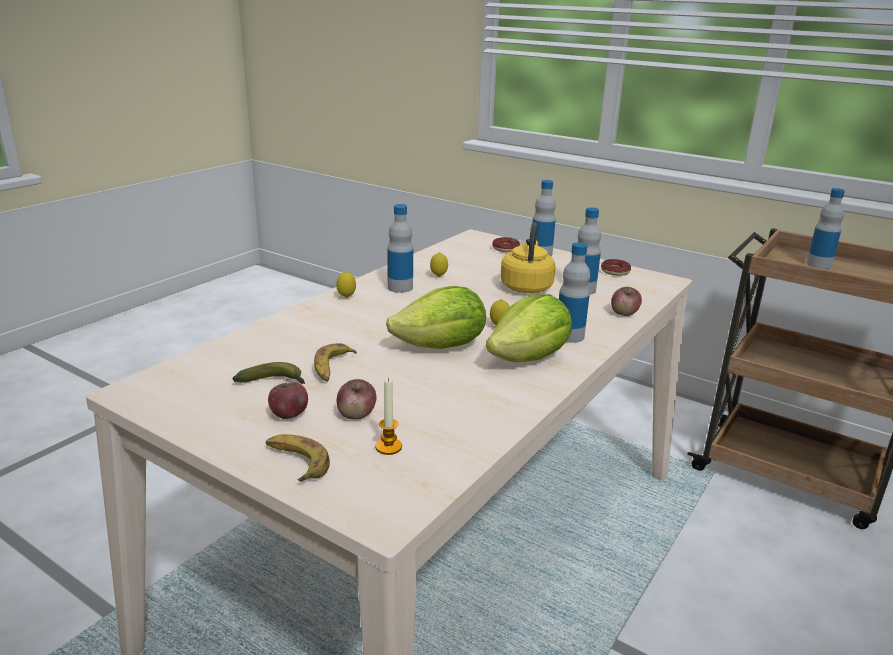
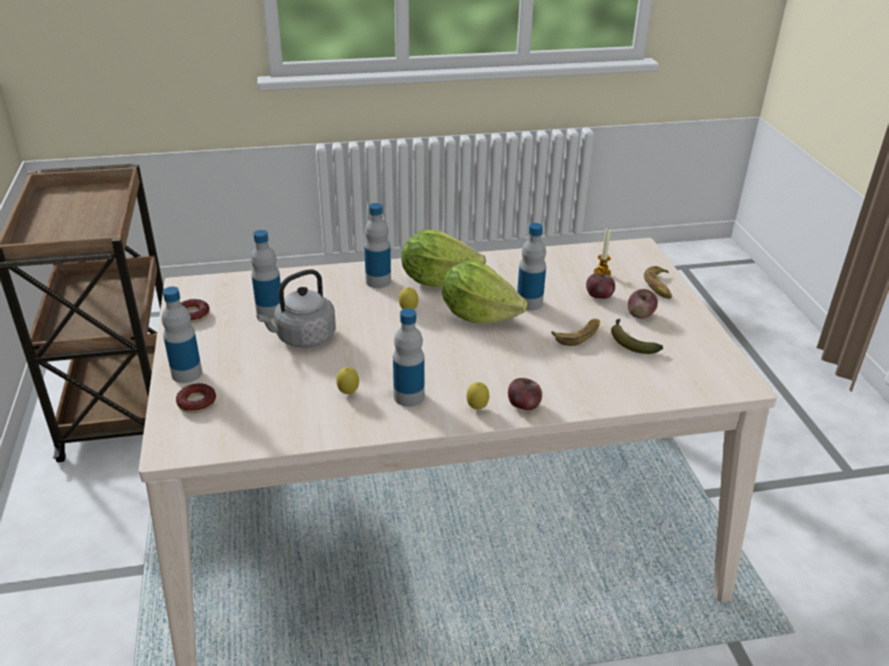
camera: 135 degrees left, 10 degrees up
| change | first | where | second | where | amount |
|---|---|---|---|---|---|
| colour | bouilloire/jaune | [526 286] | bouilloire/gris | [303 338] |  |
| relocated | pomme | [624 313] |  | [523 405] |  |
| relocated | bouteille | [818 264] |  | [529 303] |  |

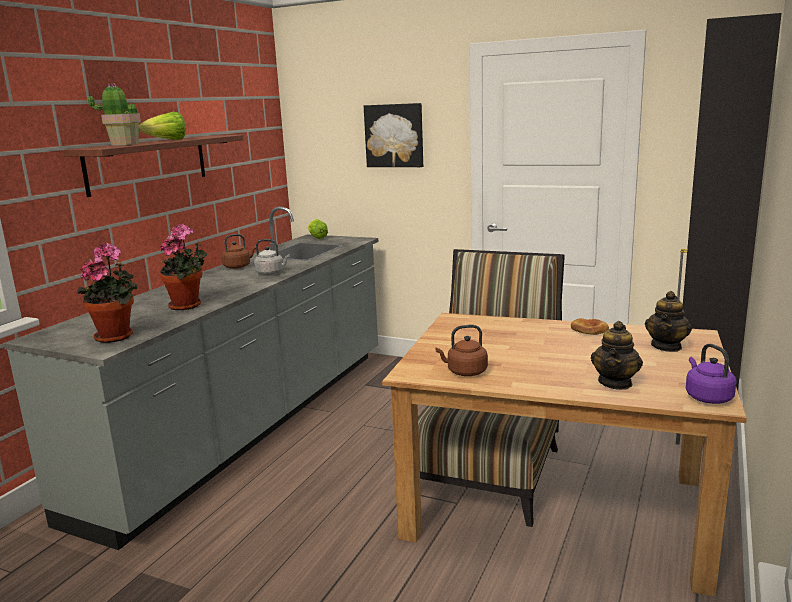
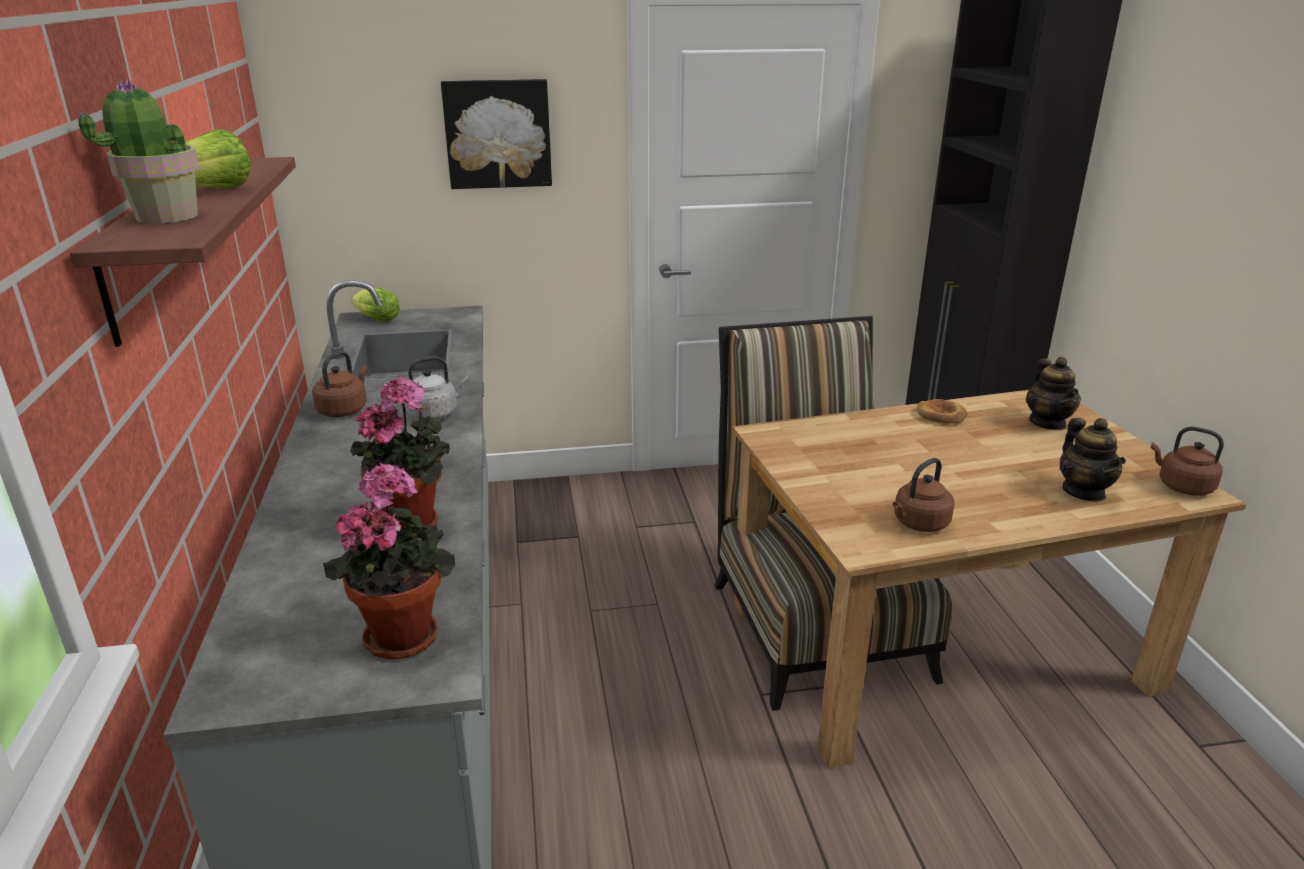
camera: 35 degrees left, 10 degrees up
| change | first | where | second | where | amount |
|---|---|---|---|---|---|
| colour | bouilloire/violet | [707 397] | bouilloire/marron | [1182 486] |  |

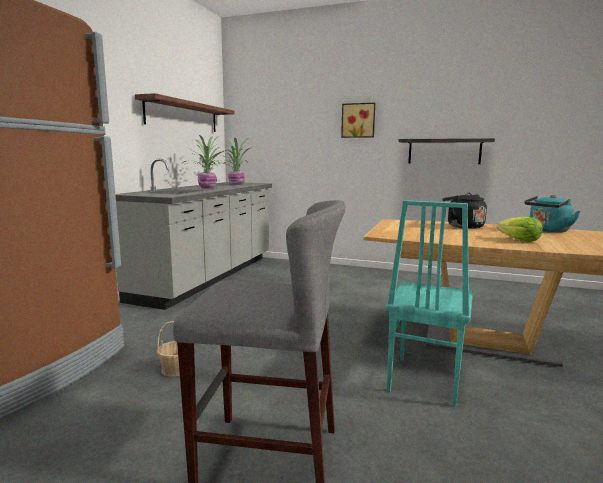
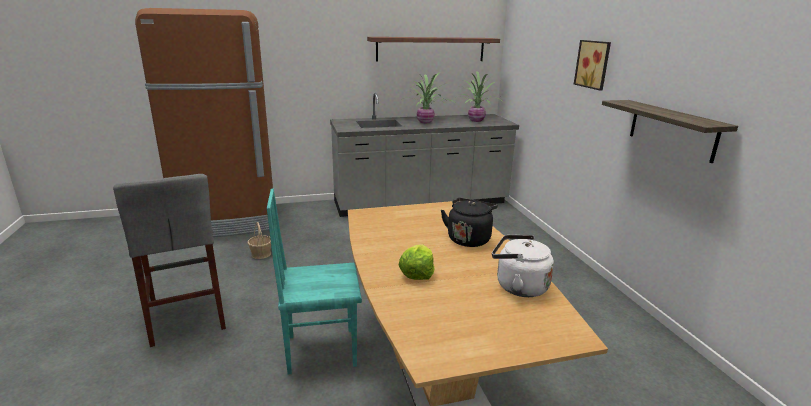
camera: 55 degrees right, 10 degrees up
| change | first | where | second | where | amount |
|---|---|---|---|---|---|
| colour | bouilloire/turquoise | [547 231] | bouilloire/blanc | [518 286] |  |

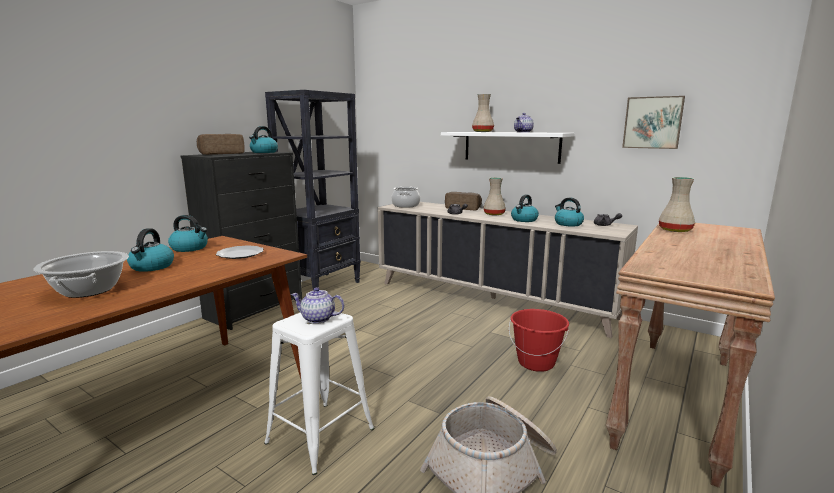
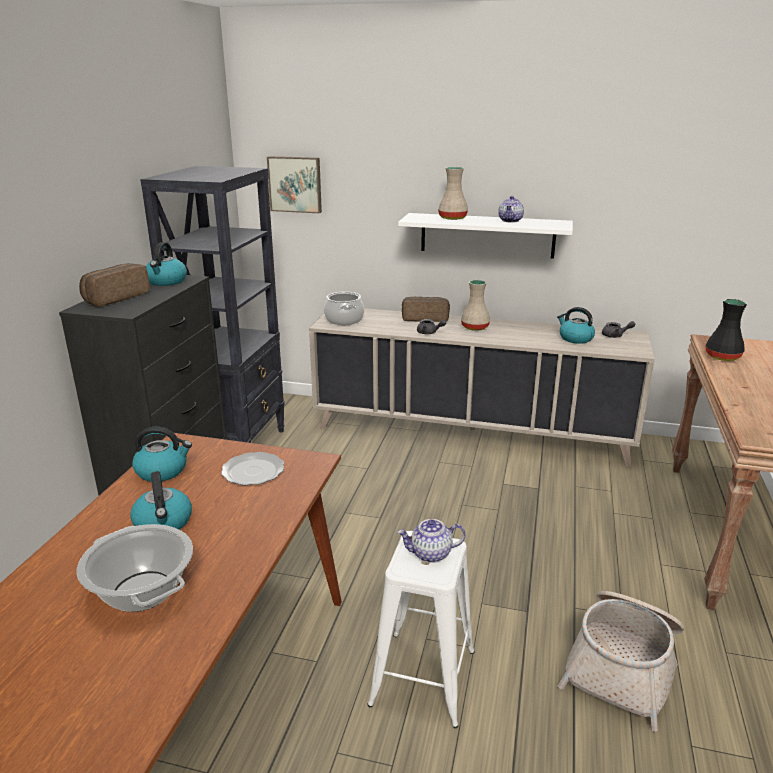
camera: 20 degrees left, 10 degrees up
| change | first | where | second | where | amount |
|---|---|---|---|---|---|
| missing | seau/rouge | [536 363] |  |  |  |
| missing | bouilloire | [524 220] |  |  |  |
| relocated | tableau | [652 122] |  | [295 184] |  |
| colour | vase/beige | [676 230] | vase/noir | [723 357] |  |

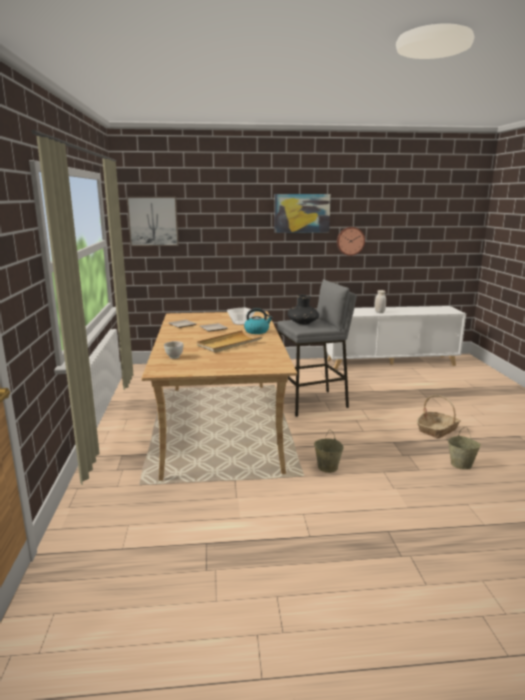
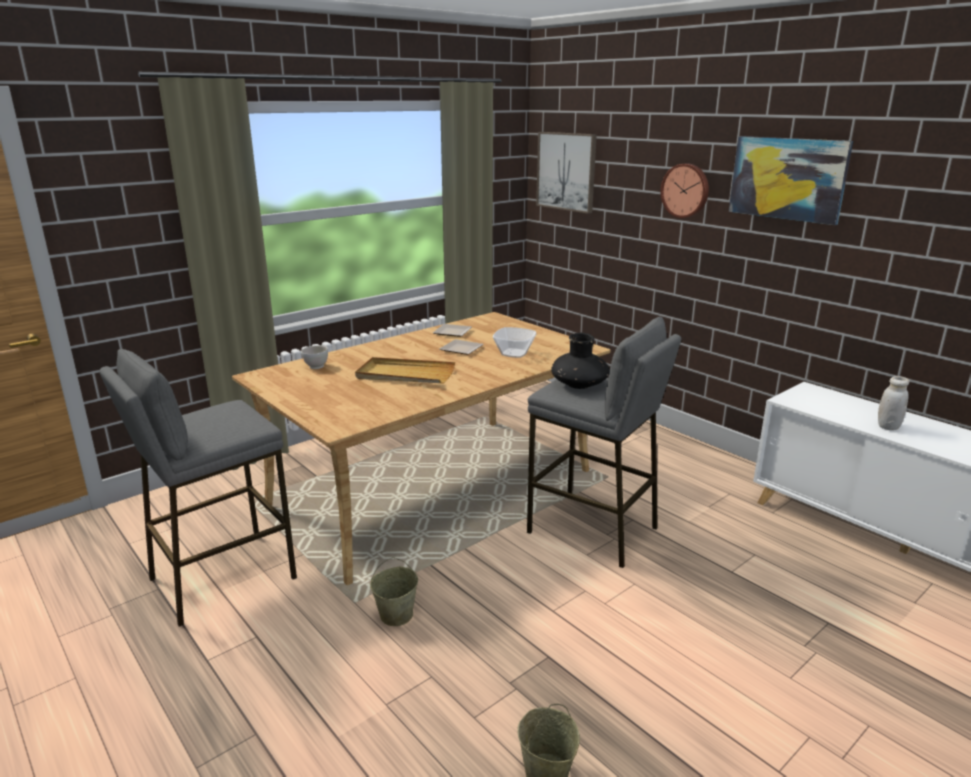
camera: 55 degrees right, 5 degrees up
| change | first | where | second | where | amount |
|---|---|---|---|---|---|
| missing | bouilloire | [257 331] |  |  |  |
| relocated | horloge murale | [350 241] |  | [685 190] |  |
| missing | panier | [437 430] |  |  |  |
| appeared |  |  | tabouret/gris | [221 577] |  |

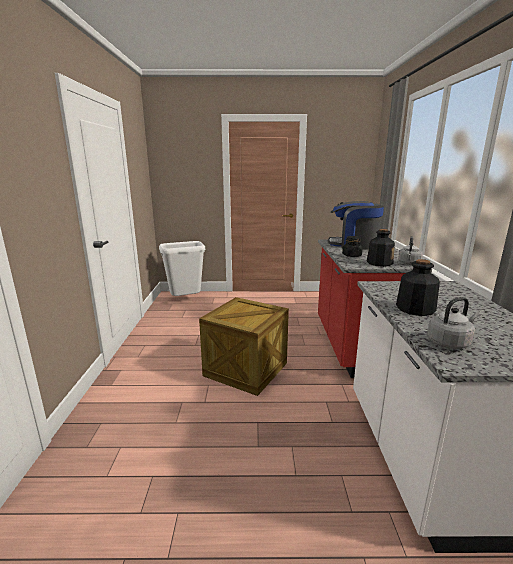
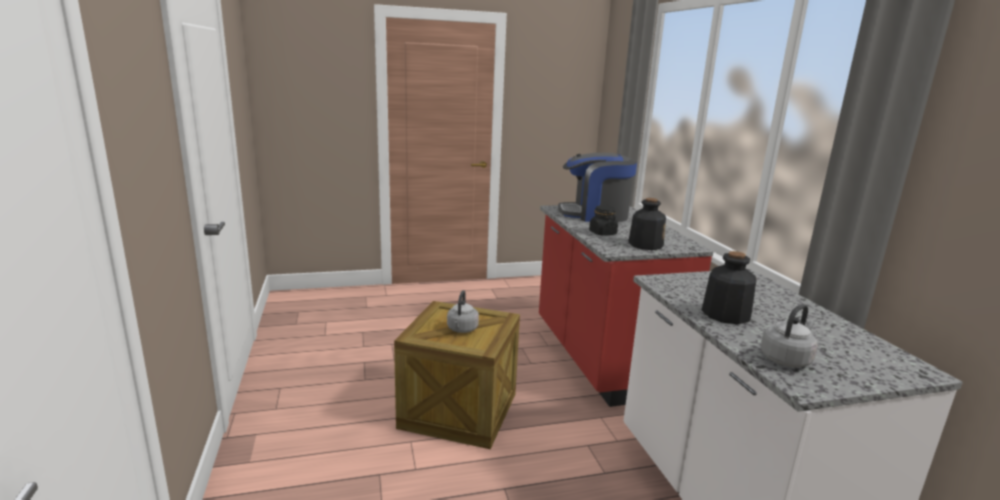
camera: 15 degrees left, 0 degrees up
| change | first | where | second | where | amount |
|---|---|---|---|---|---|
| missing | poubelle/blanc | [186 300] |  |  |  |
| relocated | bouilloire/gris | [409 264] |  | [462 329] |  |

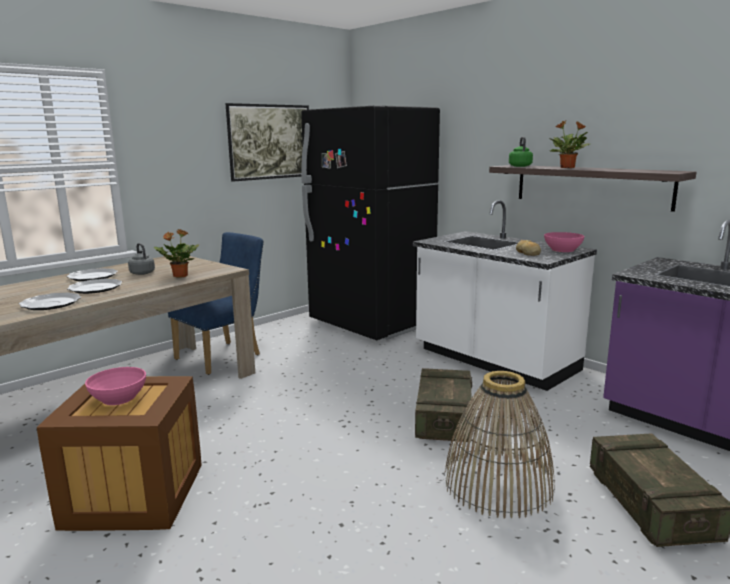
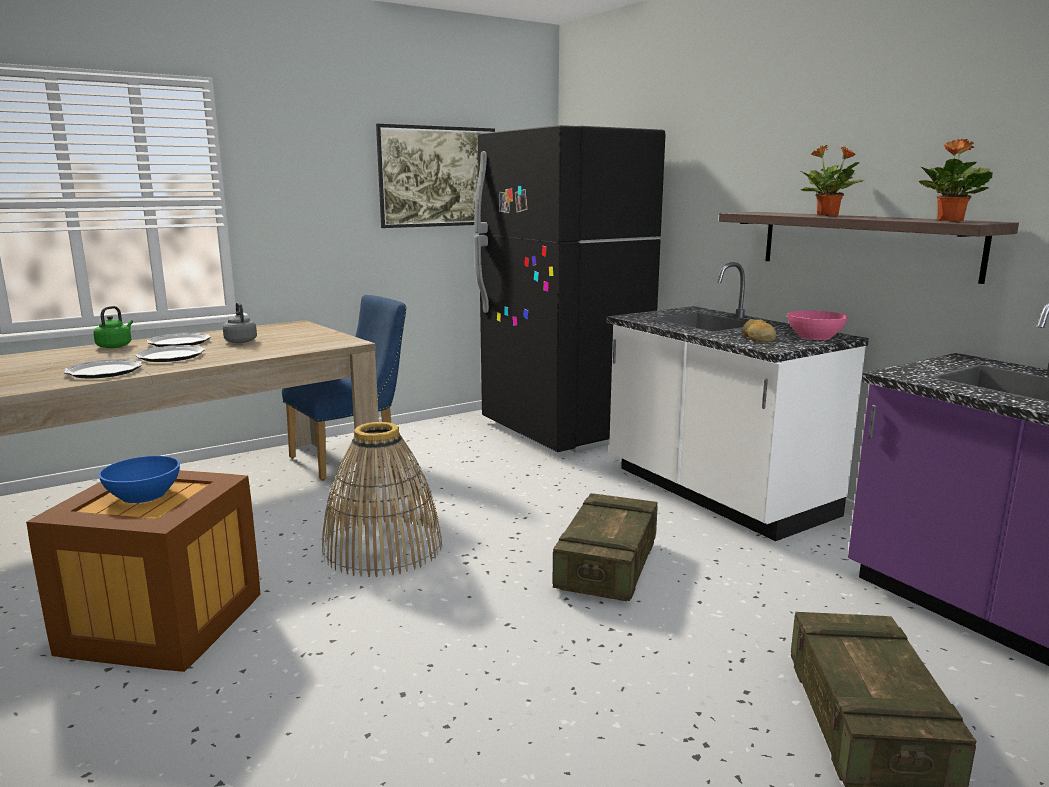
camera: 10 degrees right, 0 degrees up
| change | first | where | second | where | amount |
|---|---|---|---|---|---|
| colour | bol/rose | [118 398] | bol/bleu | [143 495] |  |
| relocated | plante en pot | [179 276] |  | [949 221] |  |
| relocated | panier | [498 484] |  | [382 547] |  |
| relocated | bouilloire/vert | [519 166] |  | [115 346] |  |

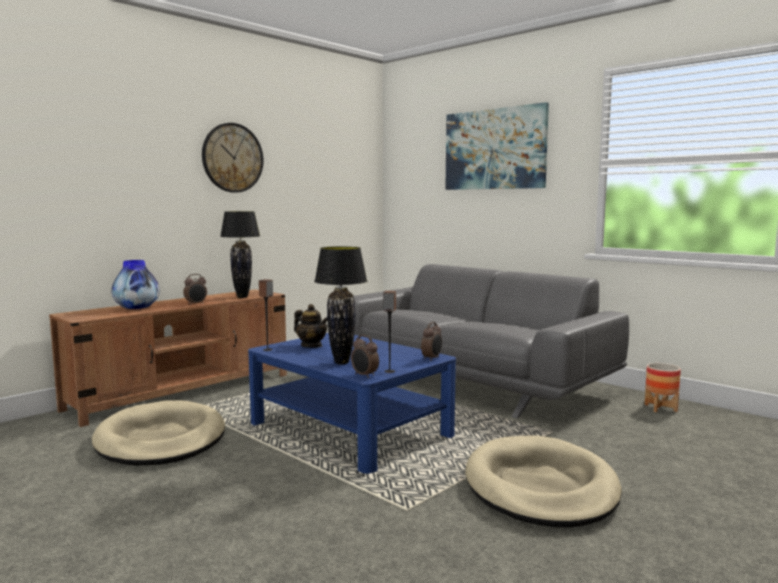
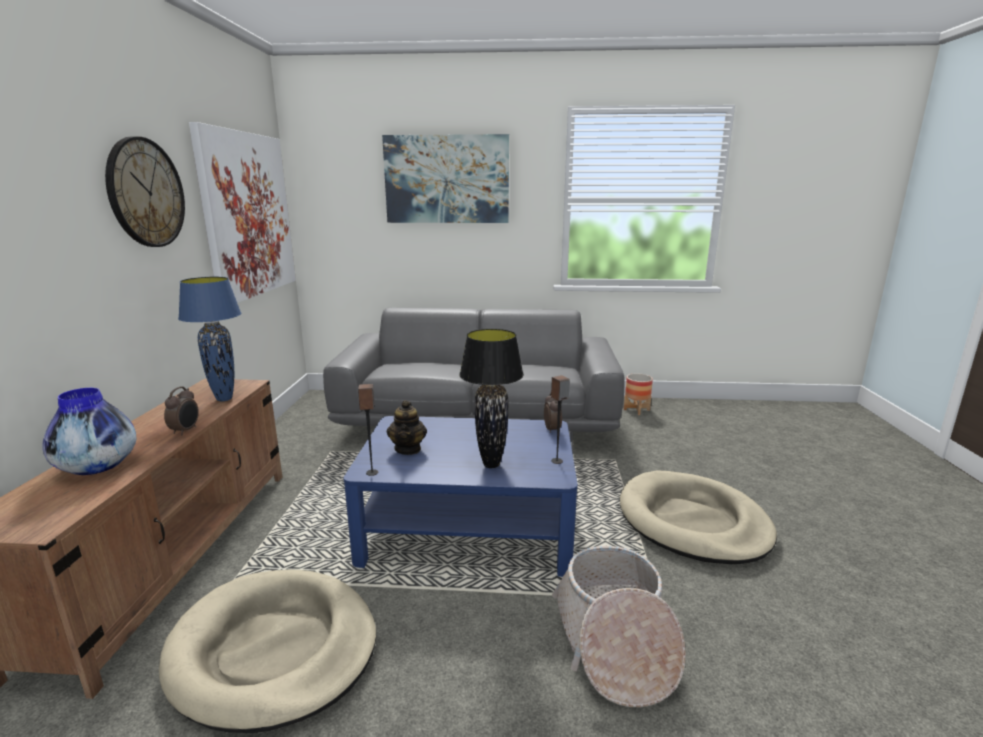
camera: 40 degrees left, 10 degrees up
| change | first | where | second | where | amount |
|---|---|---|---|---|---|
| colour | lampe de table/noir | [242 297] | lampe de table/bleu | [225 399] |  |
| spun | théière | [311 346] |  | [408 449] | 90 degrees clockwise |
| missing | réveil | [364 375] |  |  |  |
| appeared |  |  | tableau | [248 215] |  |
| appeared |  |  | panier | [614 642] |  |

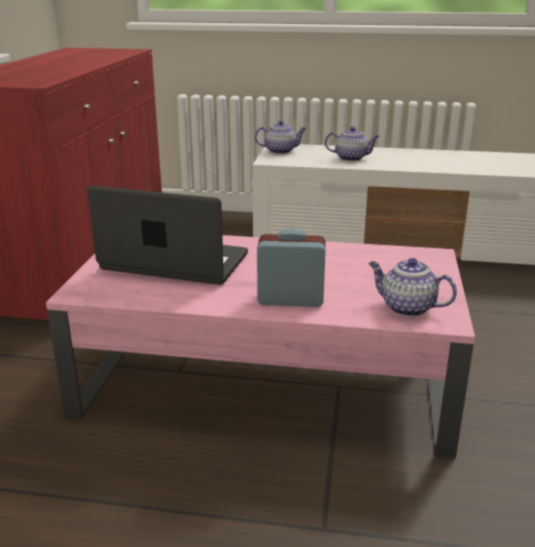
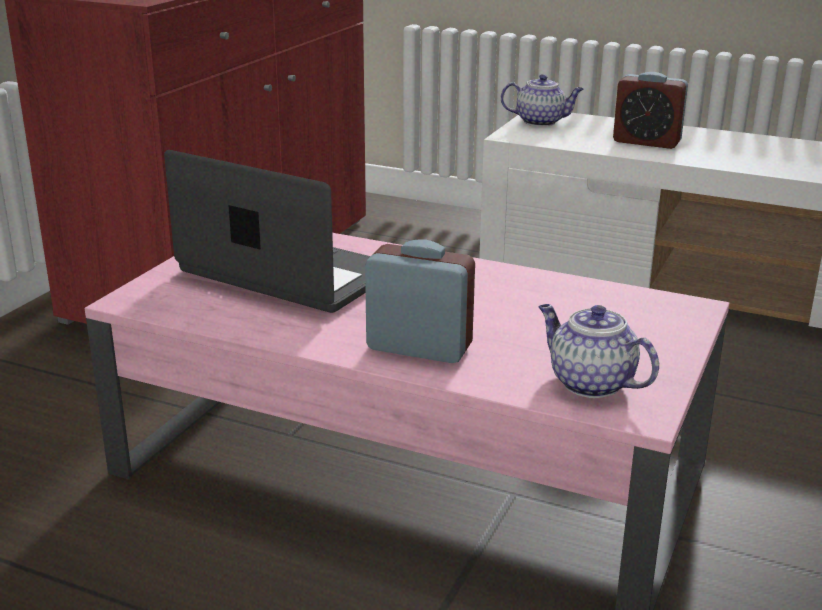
camera: 15 degrees right, 0 degrees up
| change | first | where | second | where | amount |
|---|---|---|---|---|---|
| exchanged | théière | [351 158] | réveil | [646 142] |  |

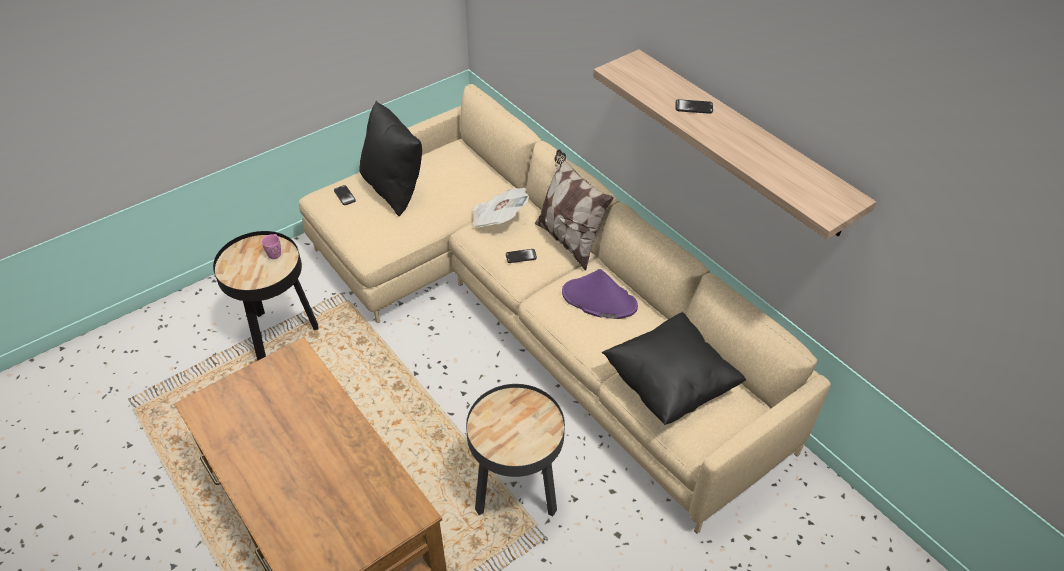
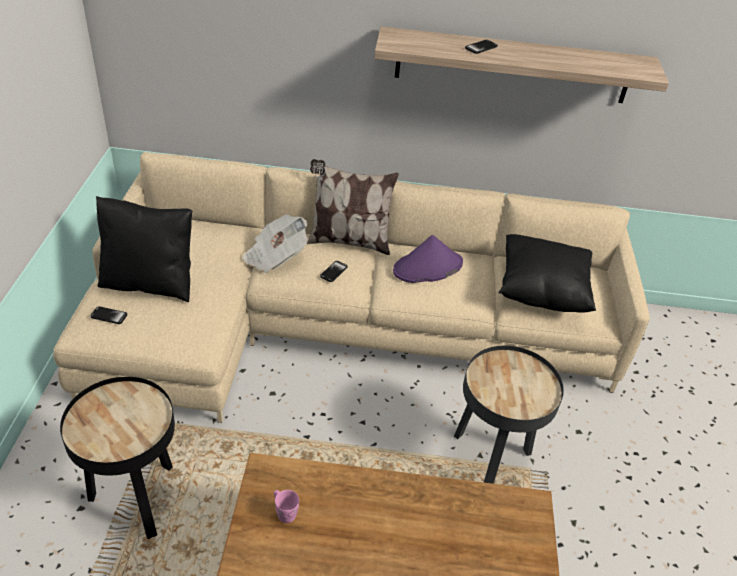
camera: 50 degrees left, 5 degrees down
| change | first | where | second | where | amount |
|---|---|---|---|---|---|
| relocated | mug/rose | [275 252] |  | [284 512] |  |

